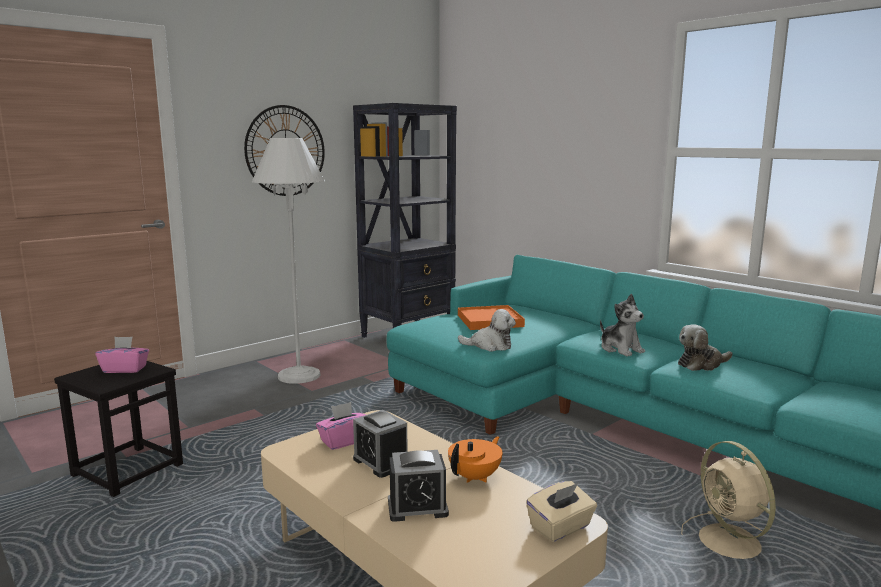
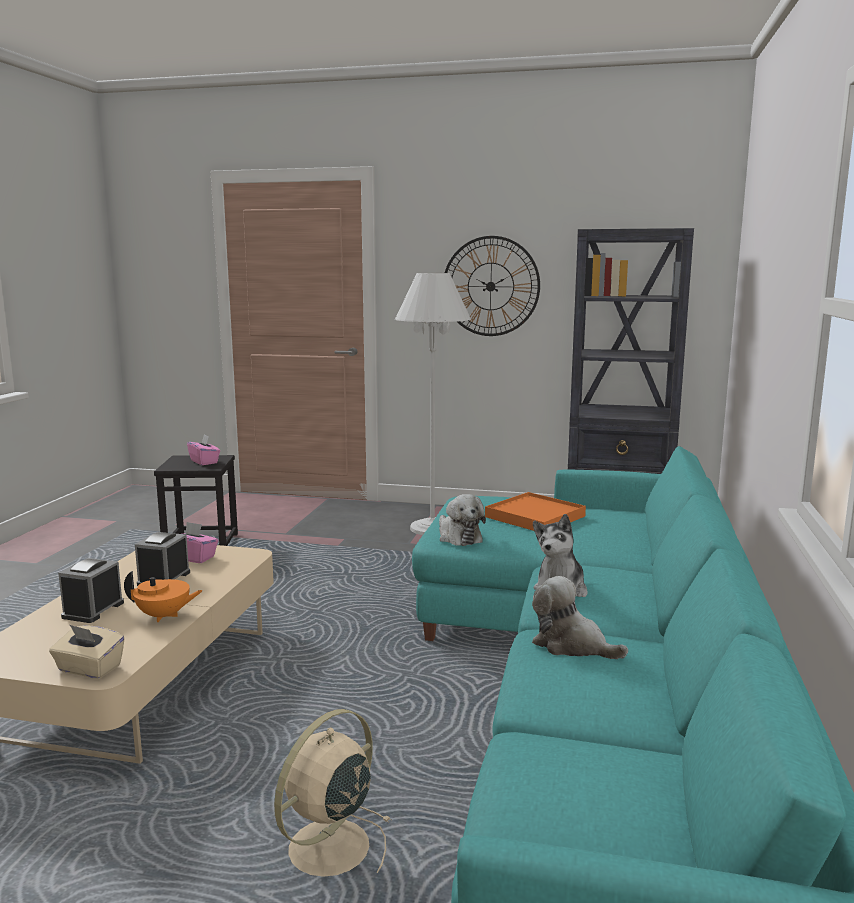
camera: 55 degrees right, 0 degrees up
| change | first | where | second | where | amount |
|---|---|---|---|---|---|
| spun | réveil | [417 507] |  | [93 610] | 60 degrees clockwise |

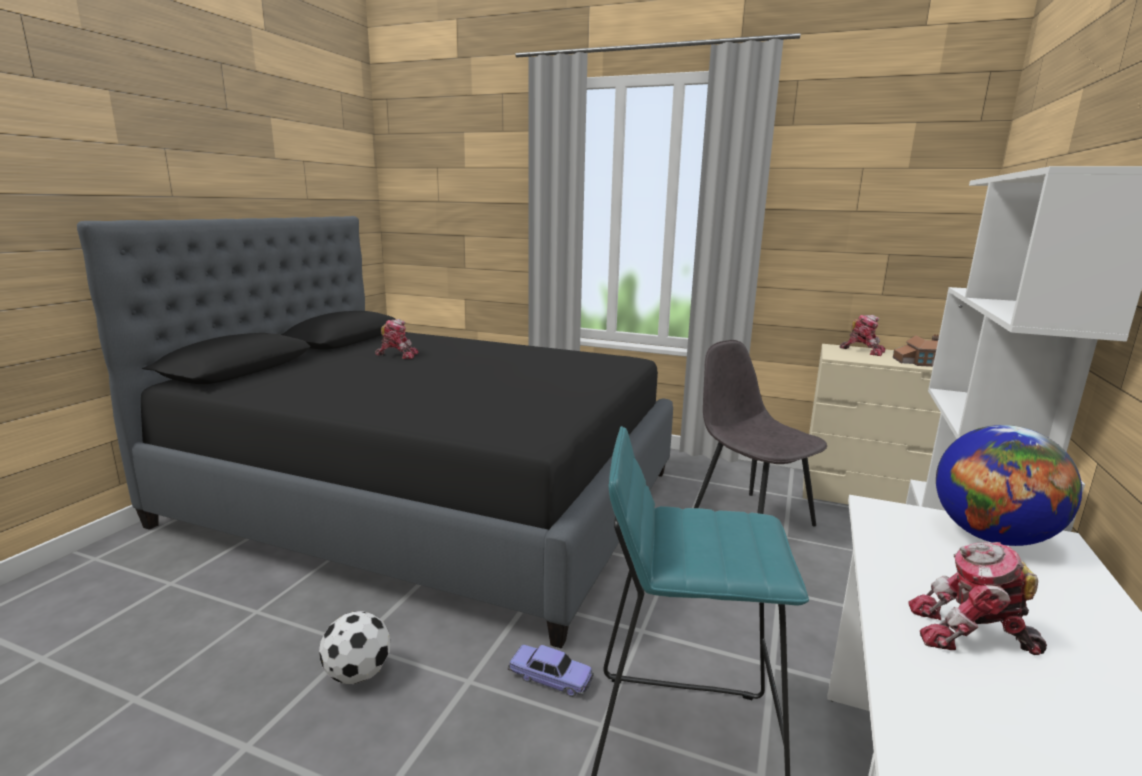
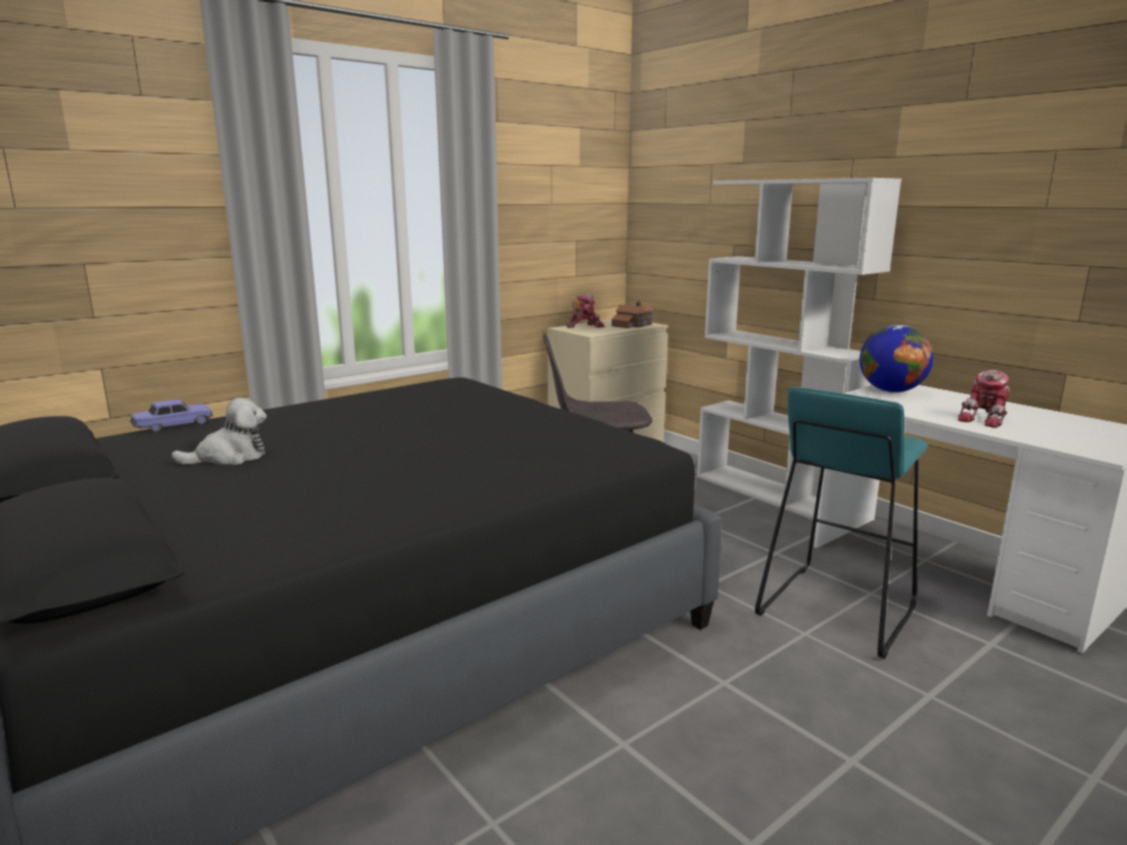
camera: 60 degrees left, 0 degrees up
| change | first | where | second | where | amount |
|---|---|---|---|---|---|
| missing | ballon de foot | [358 673] |  |  |  |
| exchanged | robot jouet | [397 355] | peluche | [229 457] |  |
| relocated | petite voiture | [550 678] |  | [173 425] |  |

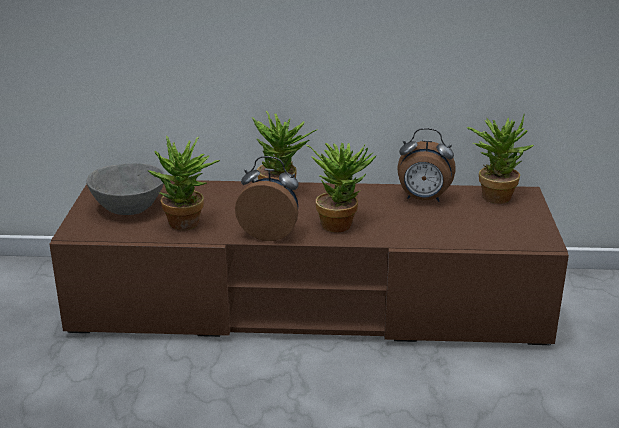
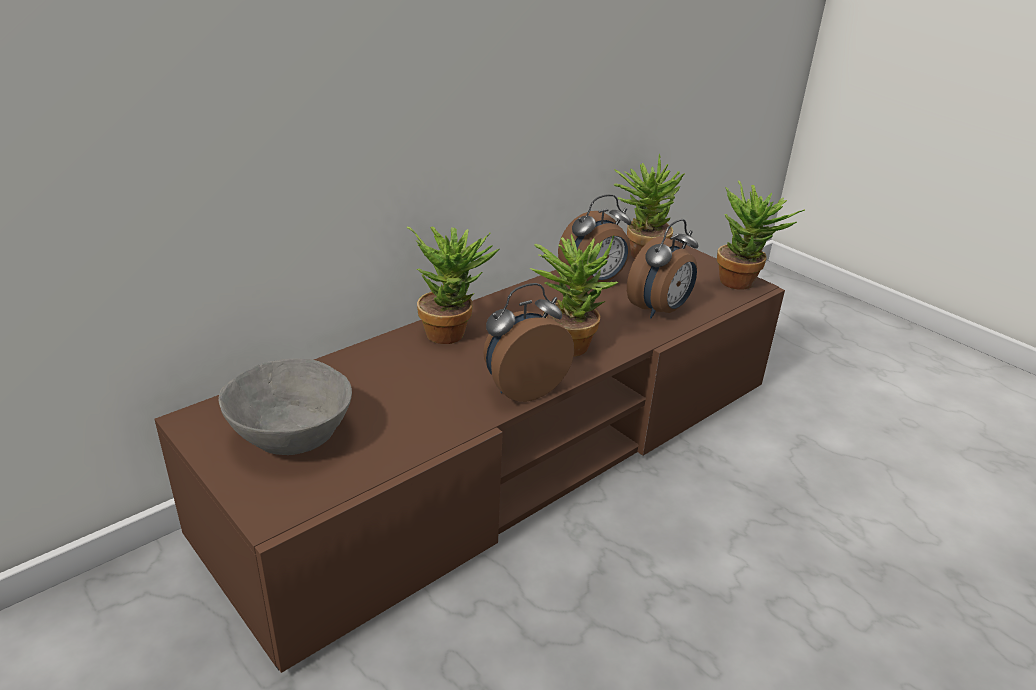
camera: 45 degrees left, 5 degrees up
| change | first | where | second | where | amount |
|---|---|---|---|---|---|
| relocated | plante en pot | [187 226] |  | [744 283] |  |
| appeared |  |  | réveil | [660 311] |  |

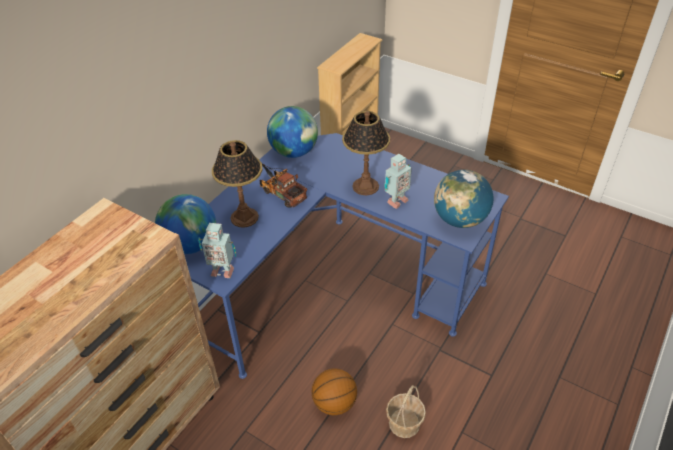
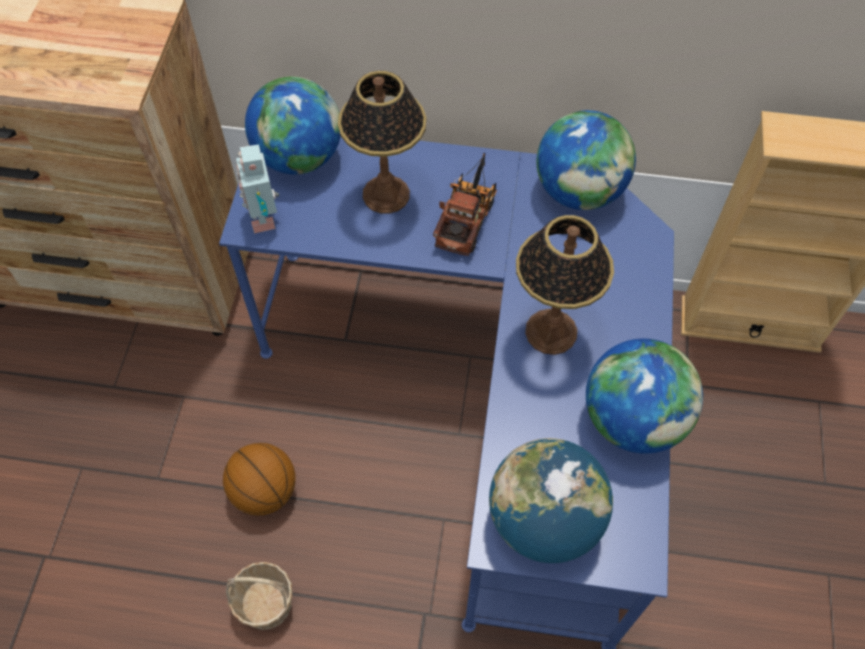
camera: 65 degrees right, 15 degrees up
| change | first | where | second | where | amount |
|---|---|---|---|---|---|
| missing | robot jouet | [396 201] |  |  |  |
| appeared |  |  | globe | [633 420] |  |

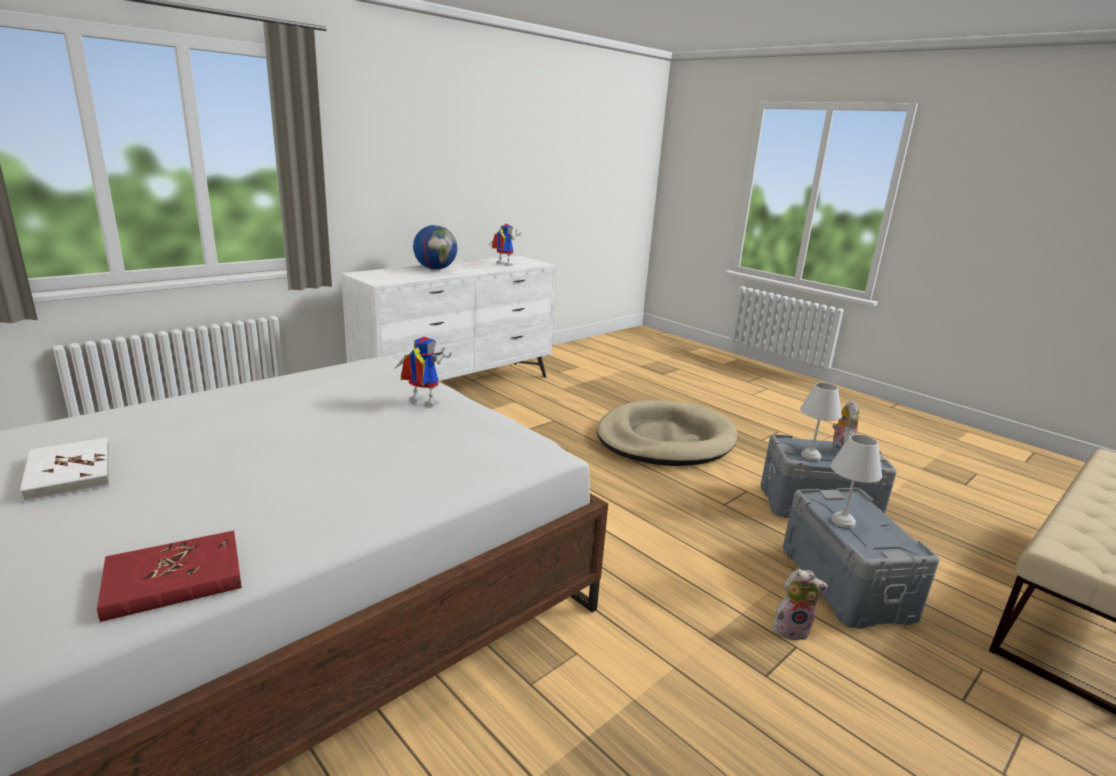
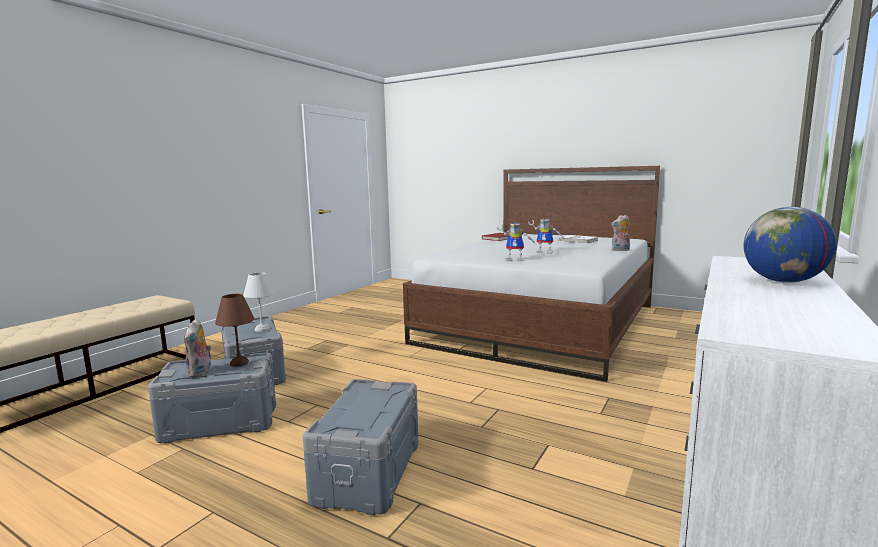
camera: 165 degrees right, 10 degrees down
| change | first | where | second | where | amount |
|---|---|---|---|---|---|
| relocated | robot jouet | [502 264] |  | [546 252] |  |
| exchanged | panier pour chien/beige | [665 439] | boîte de rangement/gris | [370 471] |  |
| relocated | peluche | [791 629] |  | [620 250] |  |
| colour | lampe de table/blanc | [811 456] | lampe de table/marron | [239 362] |  |

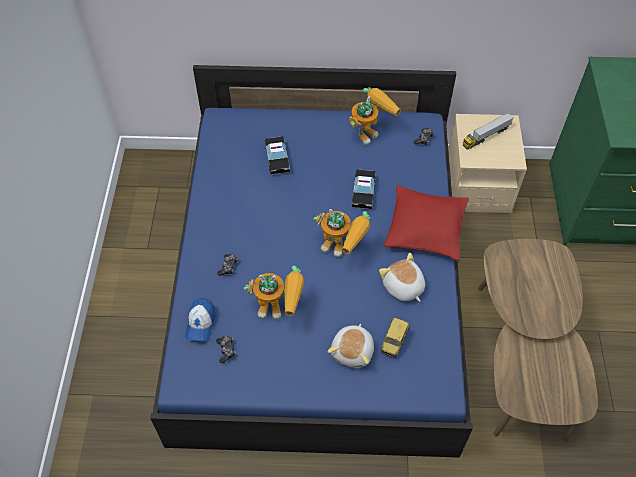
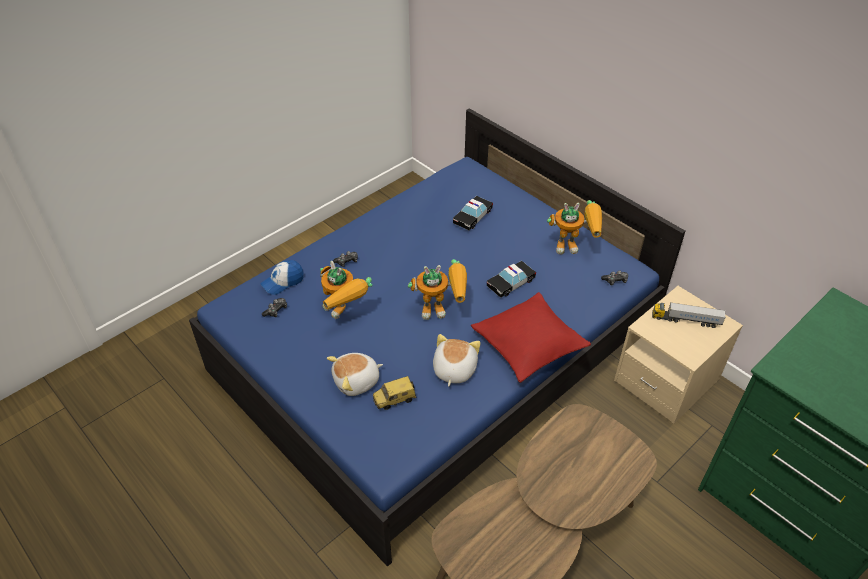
camera: 45 degrees right, 10 degrees down
| change | first | where | second | where | amount |
|---|---|---|---|---|---|
| spun | robot jouet | [343 248] |  | [442 308] | 75 degrees counterclockwise |

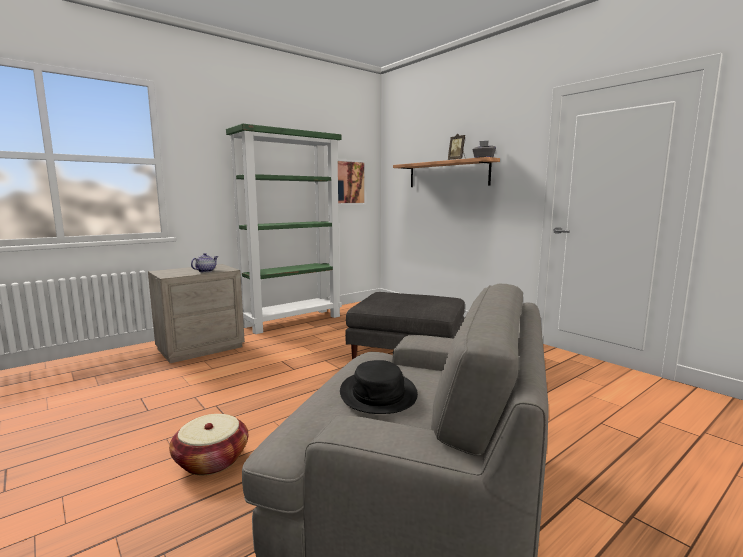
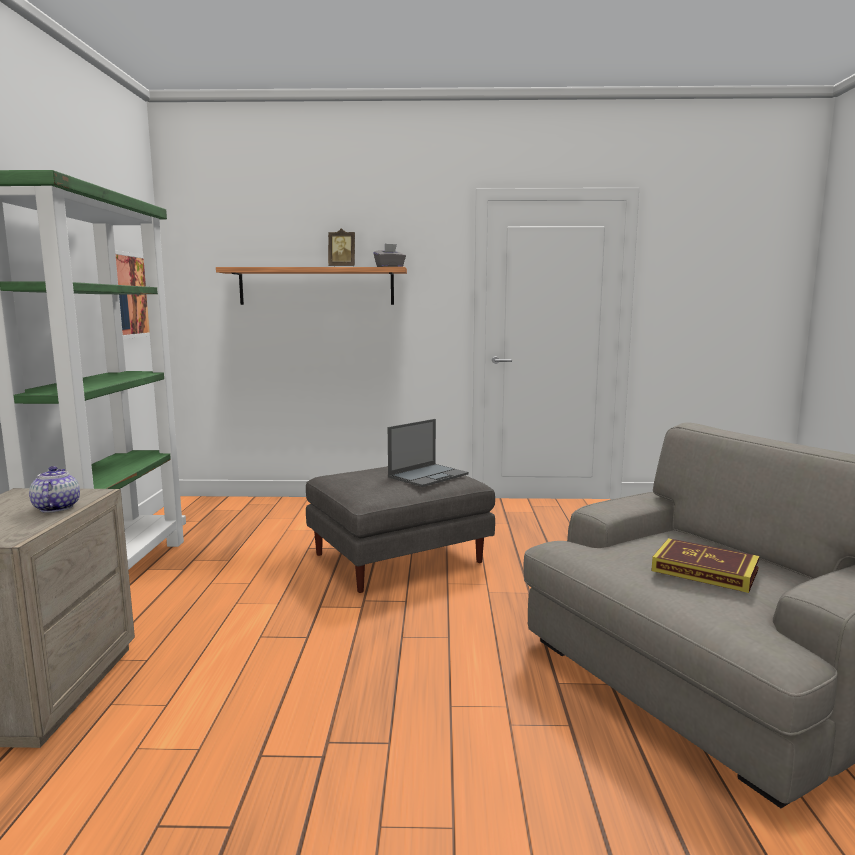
camera: 50 degrees left, 0 degrees up
| change | first | where | second | where | amount |
|---|---|---|---|---|---|
| missing | panier | [211 460] |  |  |  |
| exchanged | chapeau/noir | [378 393] | livre | [704 570] |  |
| appeared |  |  | ordinateur portable | [429 475] |  |

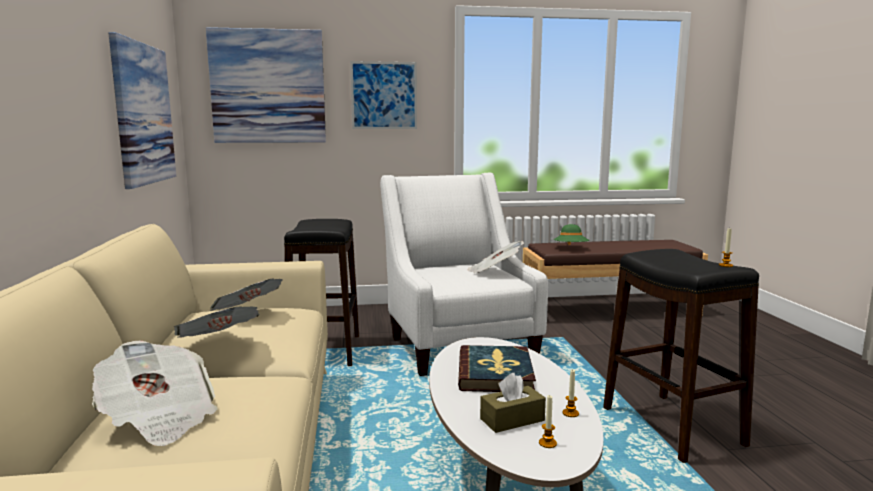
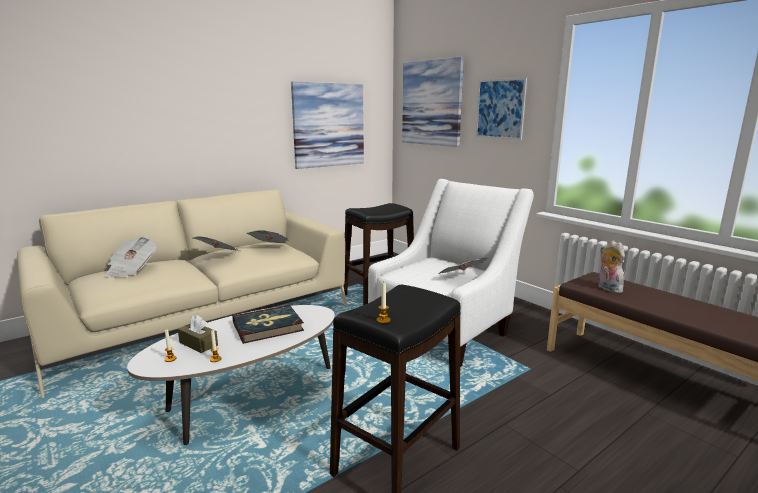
camera: 60 degrees right, 5 degrees up
| change | first | where | second | where | amount |
|---|---|---|---|---|---|
| exchanged | chapeau/vert | [571 248] | peluche | [607 288] |  |

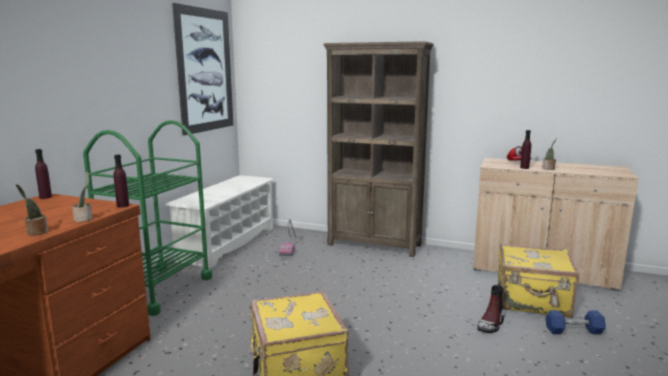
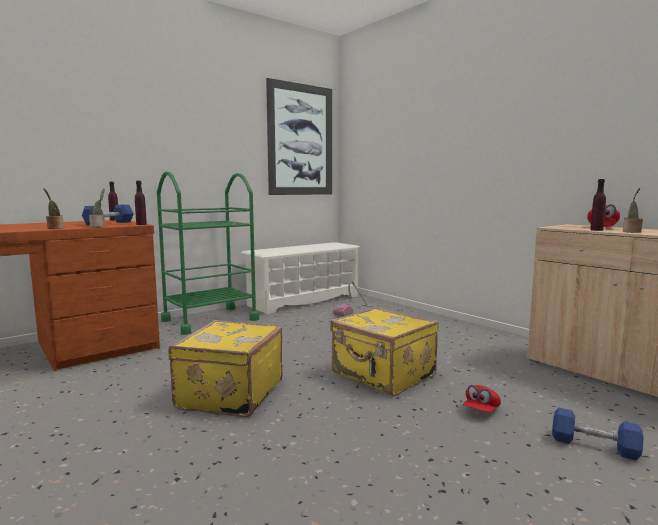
camera: 30 degrees right, 5 degrees down
| change | first | where | second | where | amount |
|---|---|---|---|---|---|
| missing | bibliothèque/marron | [375 245] |  |  |  |
| exchanged | botte | [491 324] | casquette/rouge | [481 410] |  |
| relocated | valise/jaune | [532 302] |  | [382 375] |  |
| appeared |  |  | haltère/bleu | [109 223] |  |

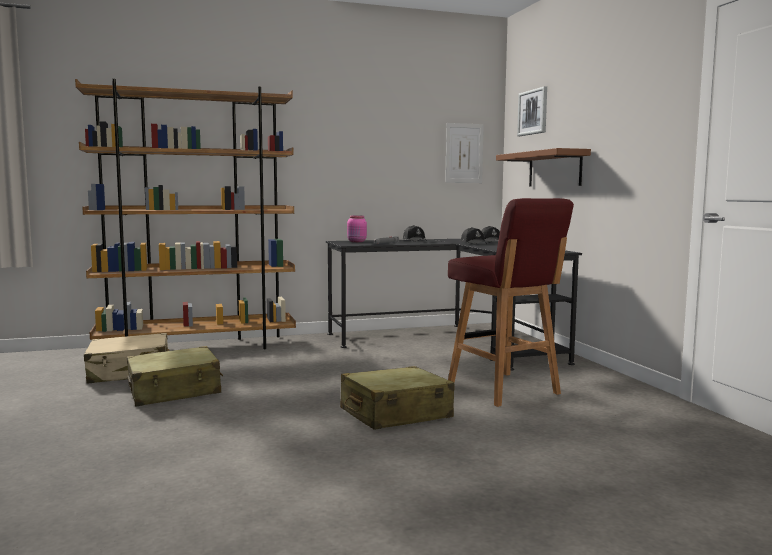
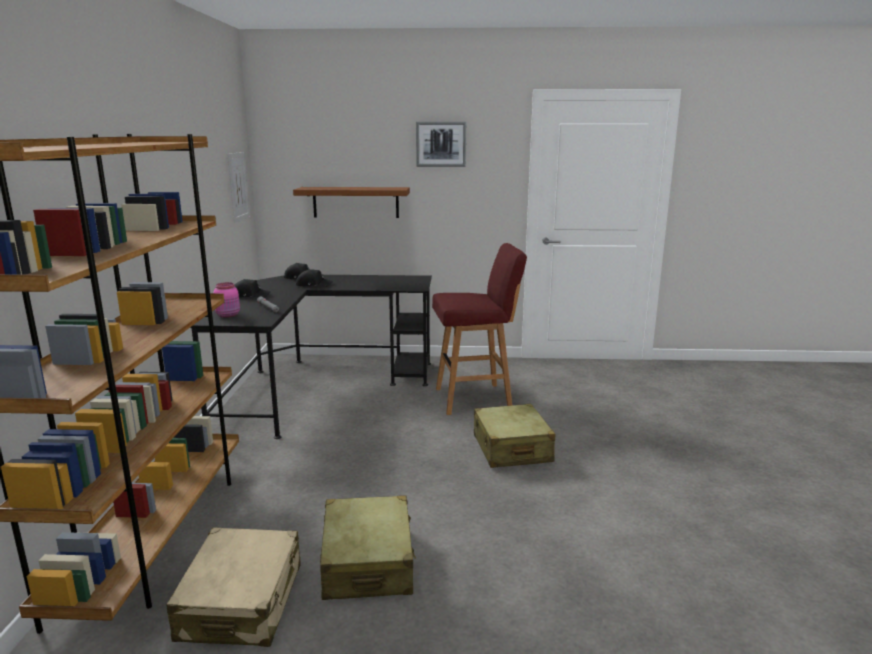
camera: 70 degrees left, 10 degrees up
| change | first | where | second | where | amount |
|---|---|---|---|---|---|
| relocated | tableau | [533 112] |  | [441 144] |  |

